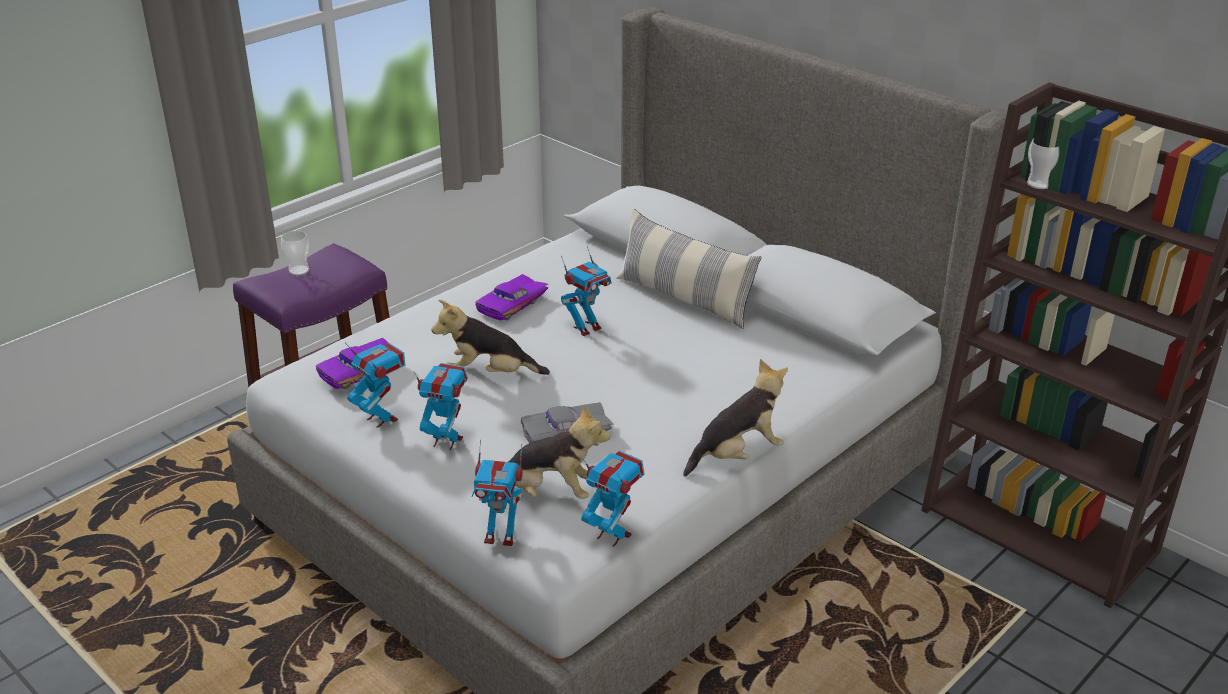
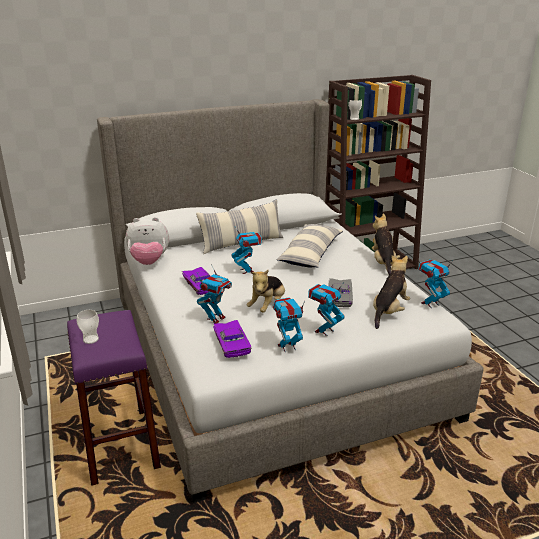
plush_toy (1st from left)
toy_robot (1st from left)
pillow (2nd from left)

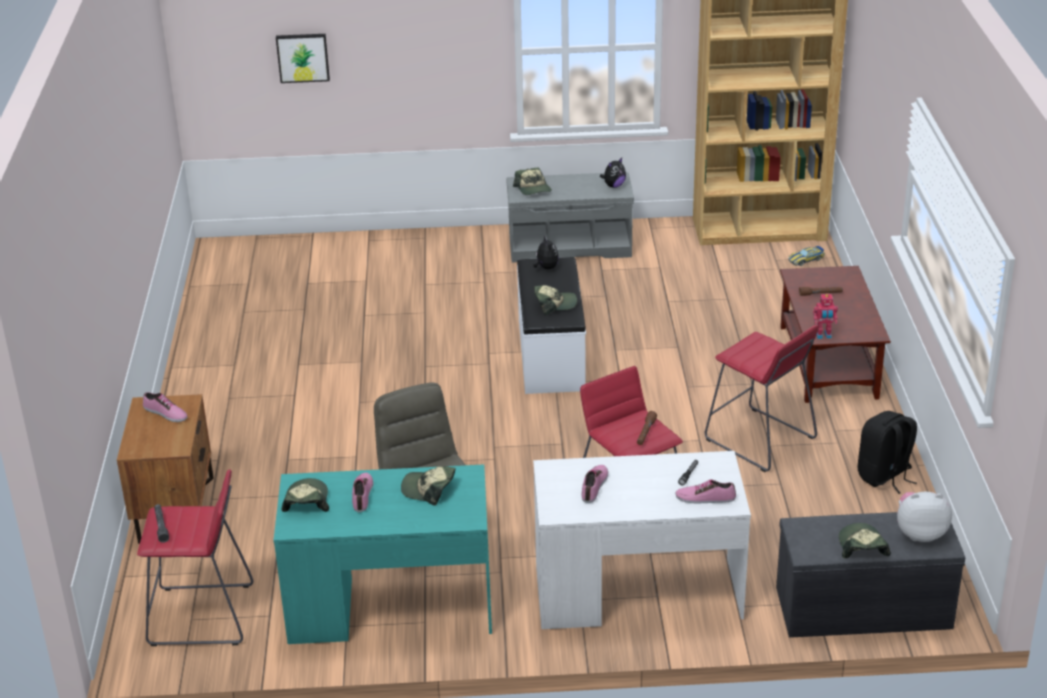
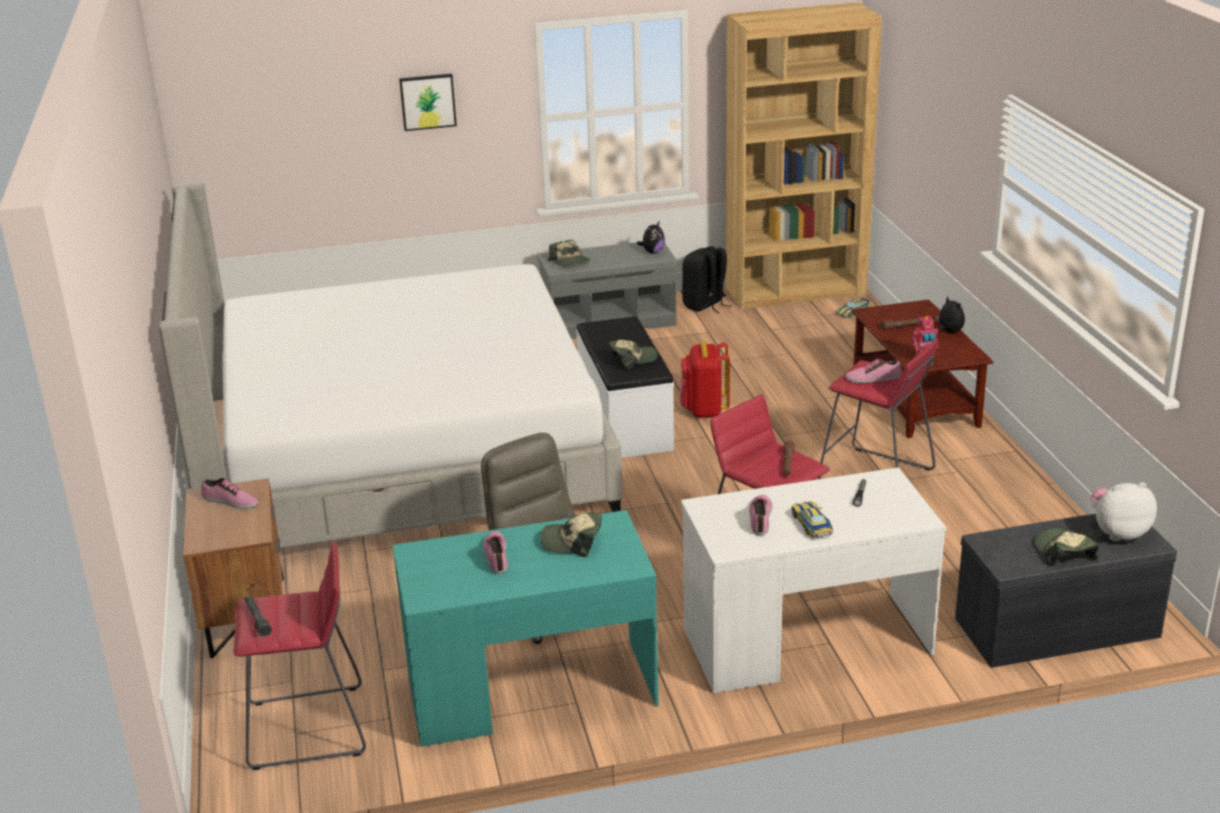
bed
picture
red_backpack
black_backpack
toy_car (1st from left)
shoe (4th from left)
plush_toy (2nd from left)
cap (1st from left in the first image)

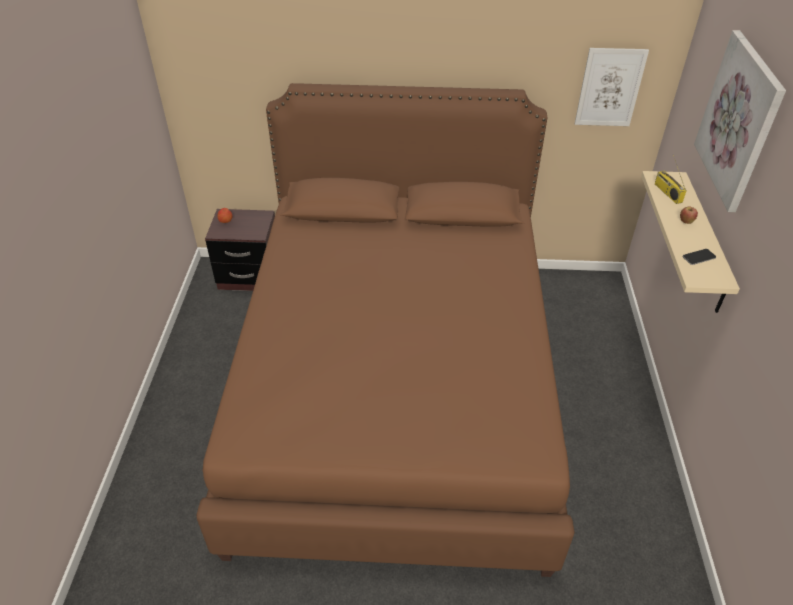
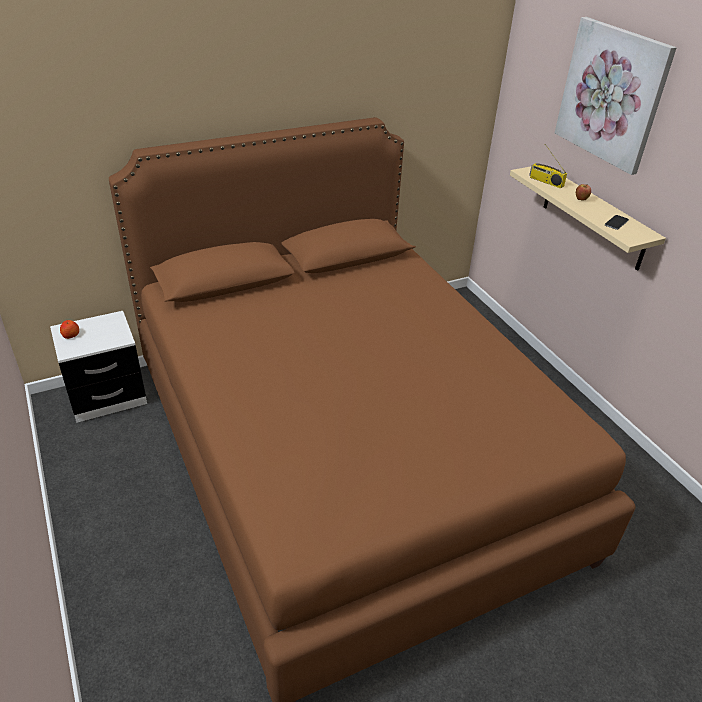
white_nightstand
picture (1st from left in the first image)

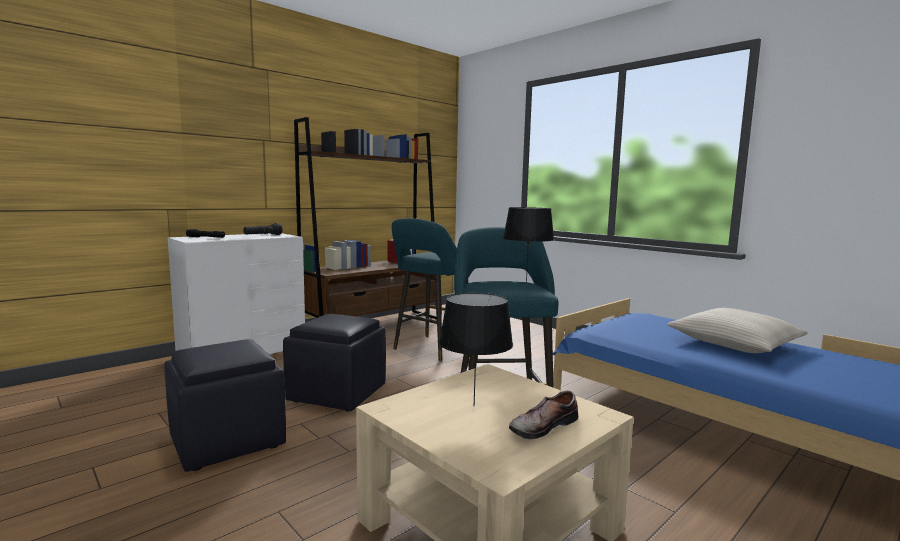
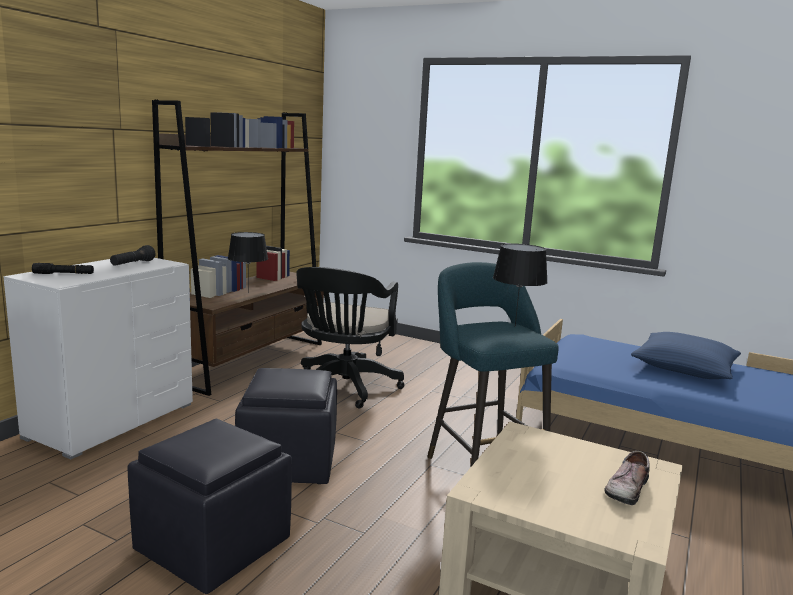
black_table_lamp (1st from left)
black_office_chair
blue_pillow

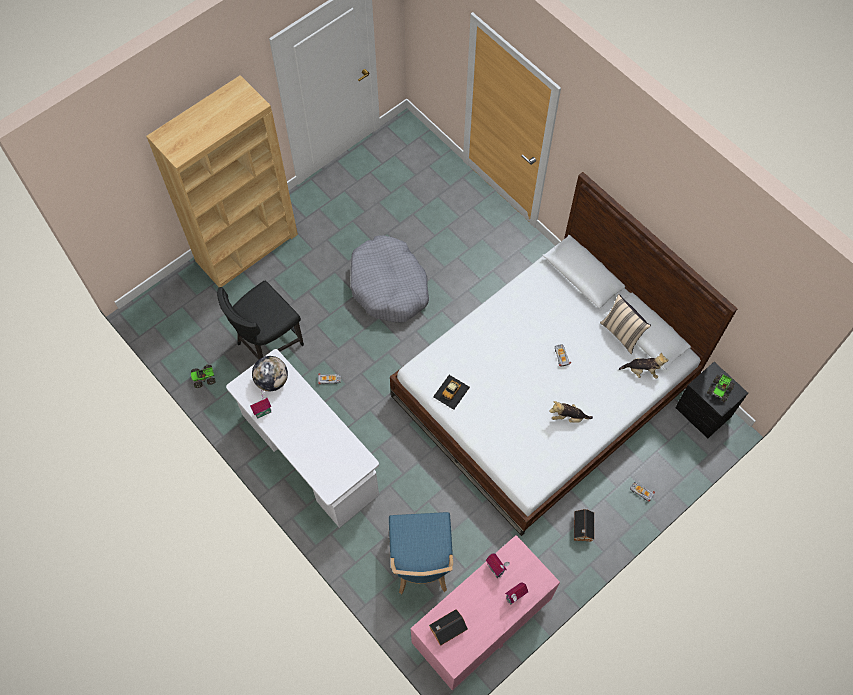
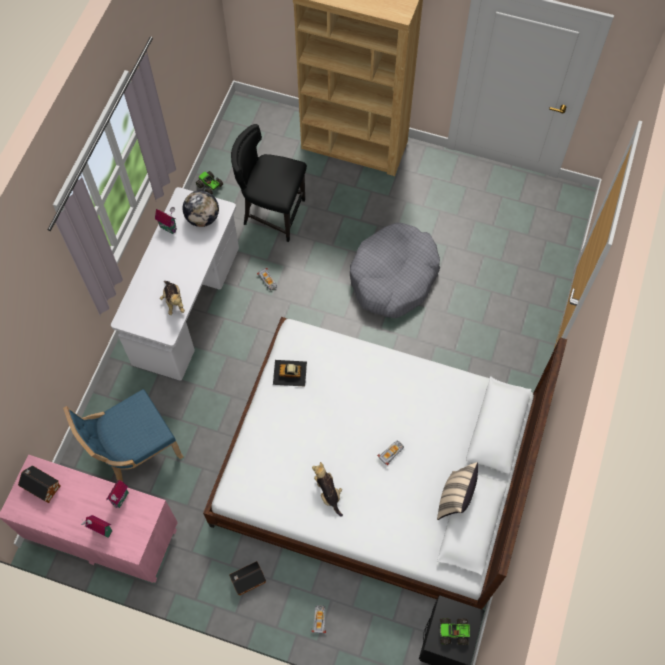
plush_toy (1st from left)

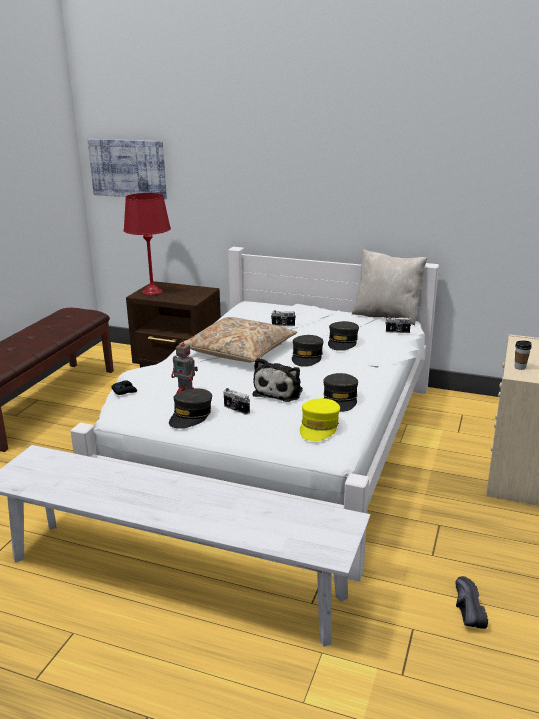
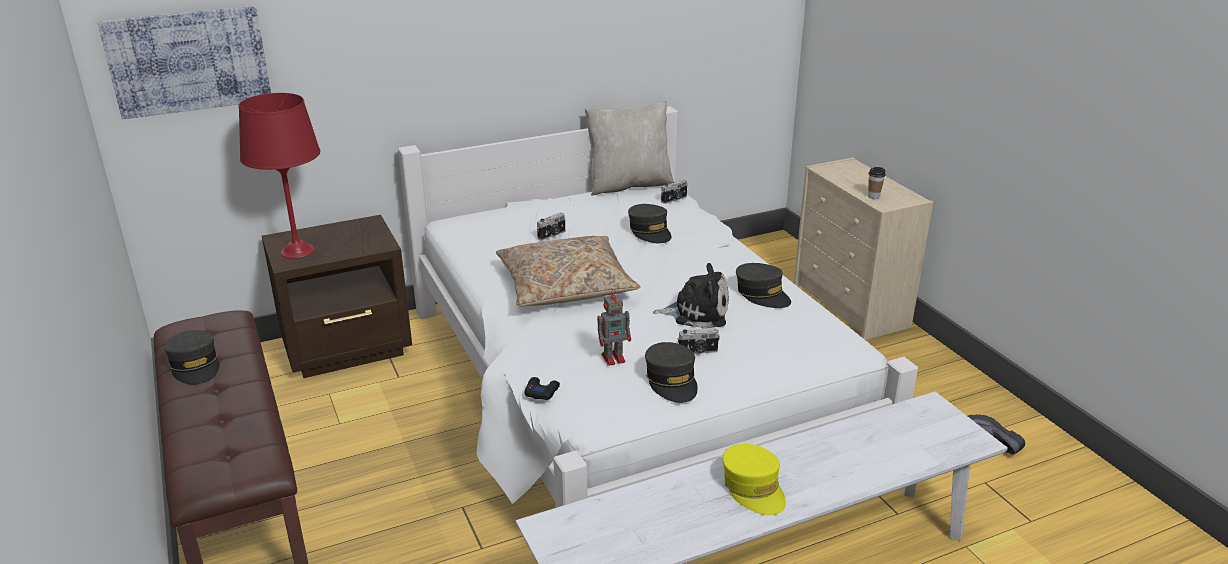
grey_cap (1st from left)
plush_toy
yellow_cap

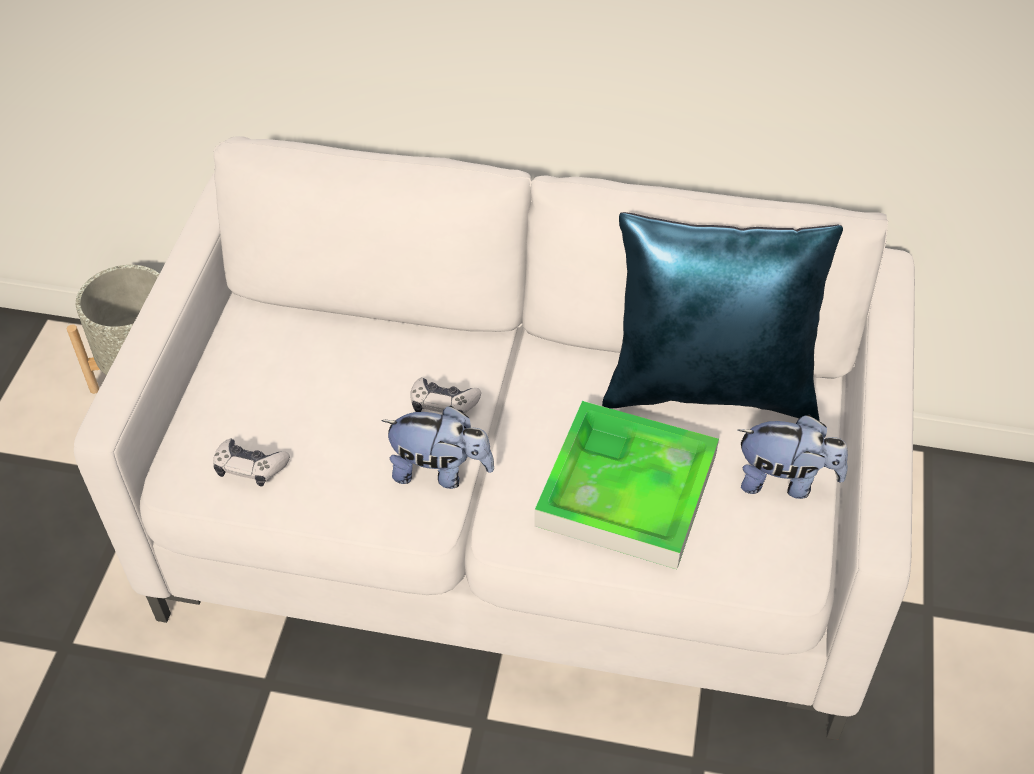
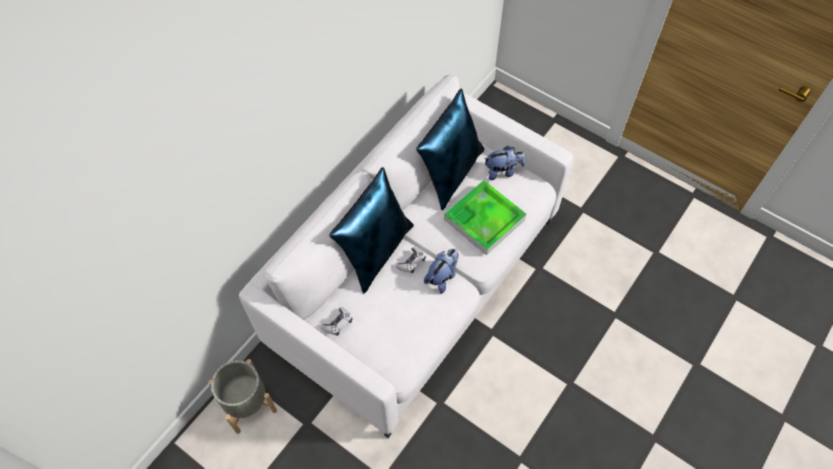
game_controller (1st from left)
blue_pillow (1st from left)
plush_toy (2nd from left)

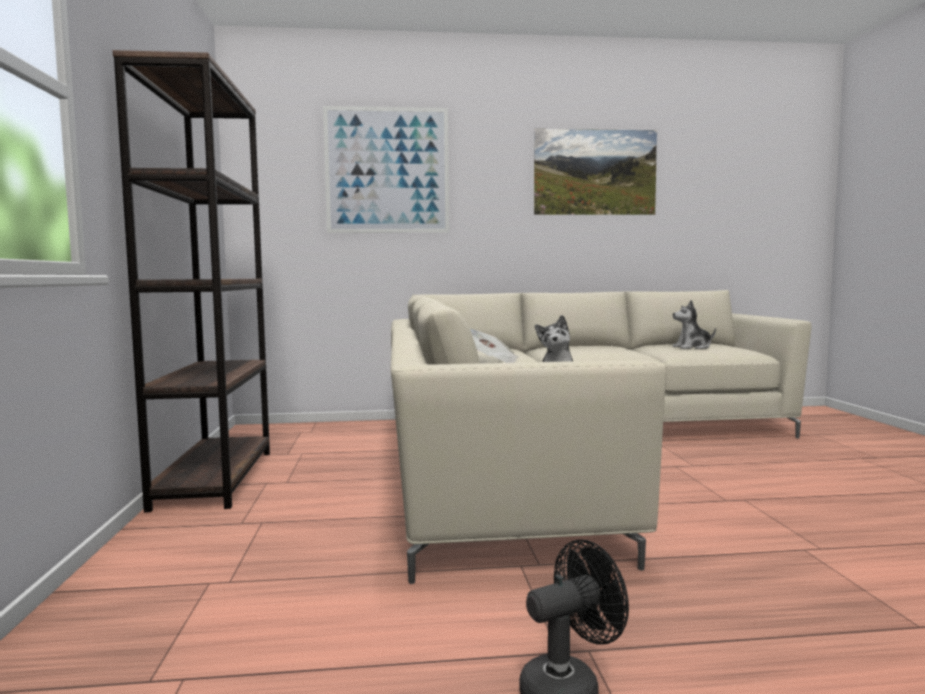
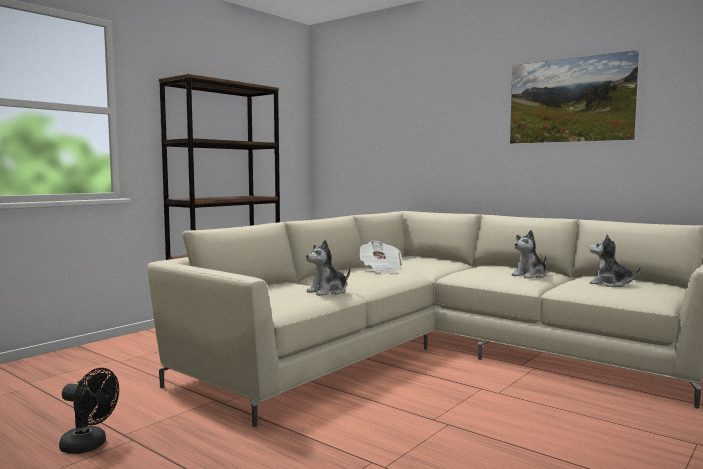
plush_toy (2nd from left)
picture (1st from left in the first image)

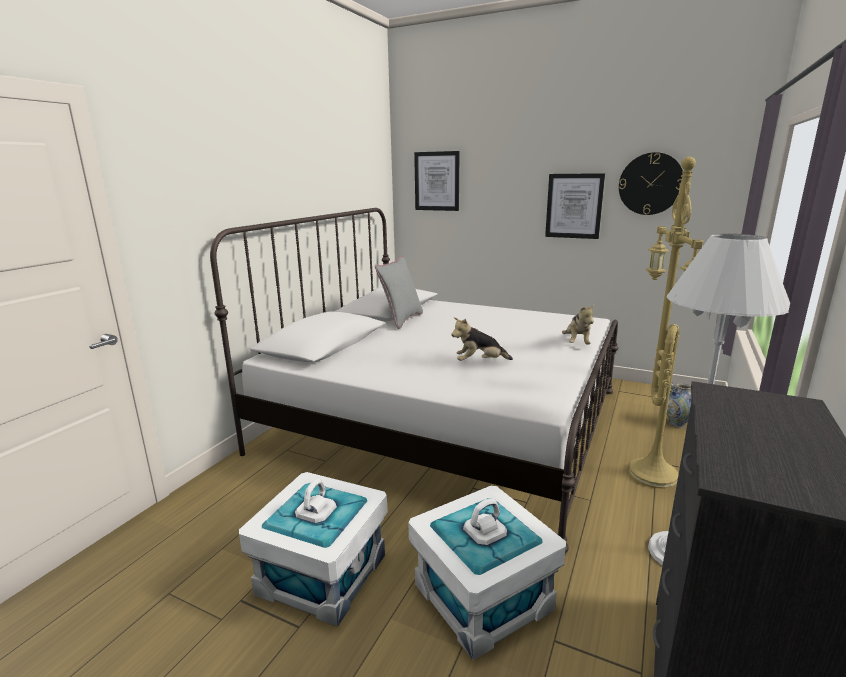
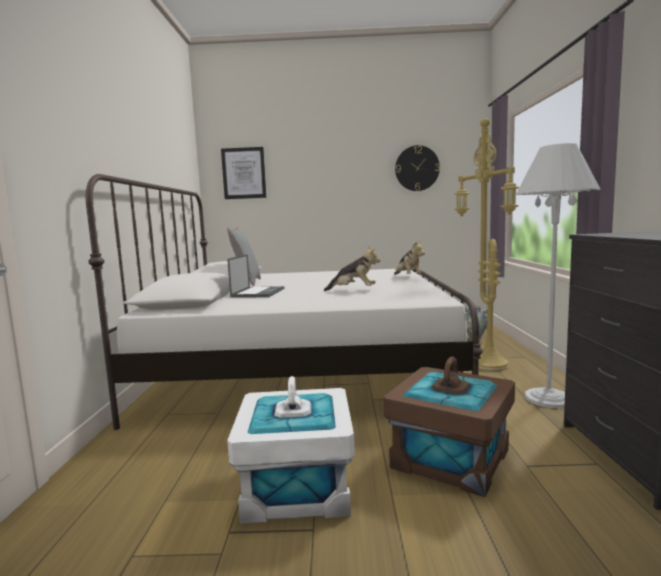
laptop
plush_toy (1st from left)
brown_storage_box
picture (2nd from left in the first image)

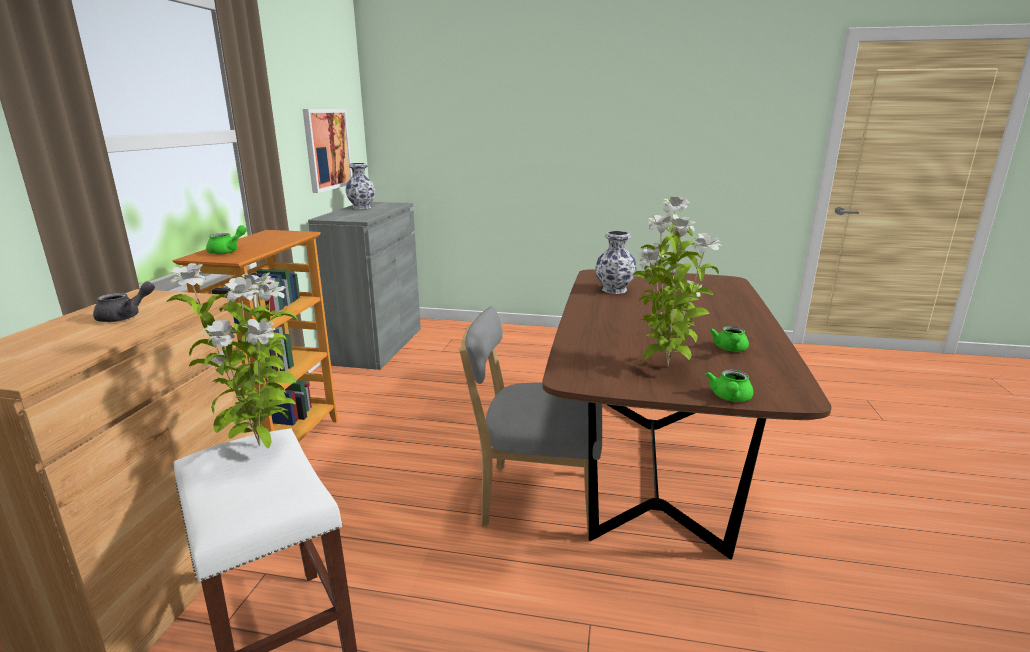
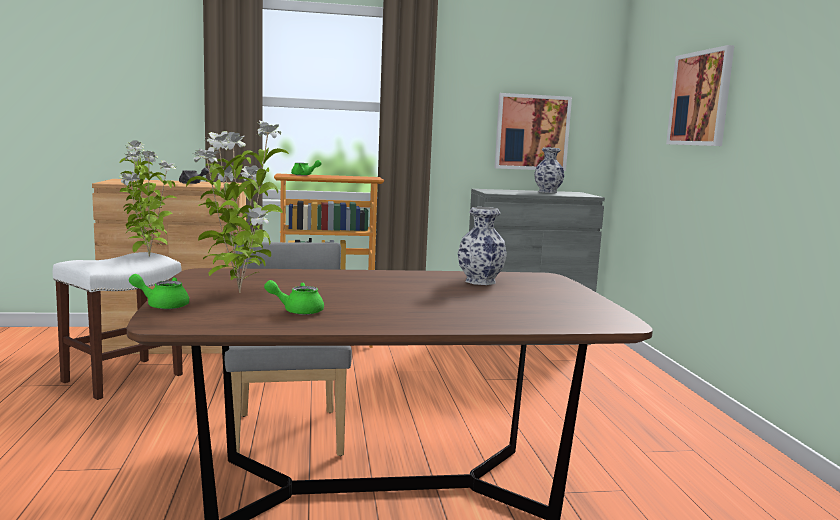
picture (2nd from left)

